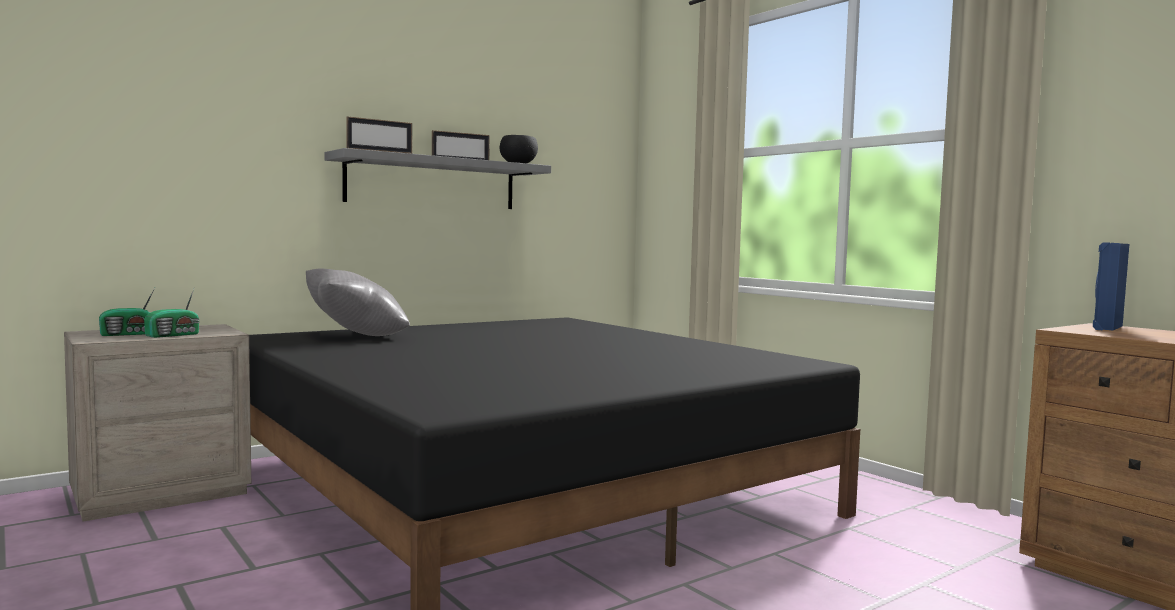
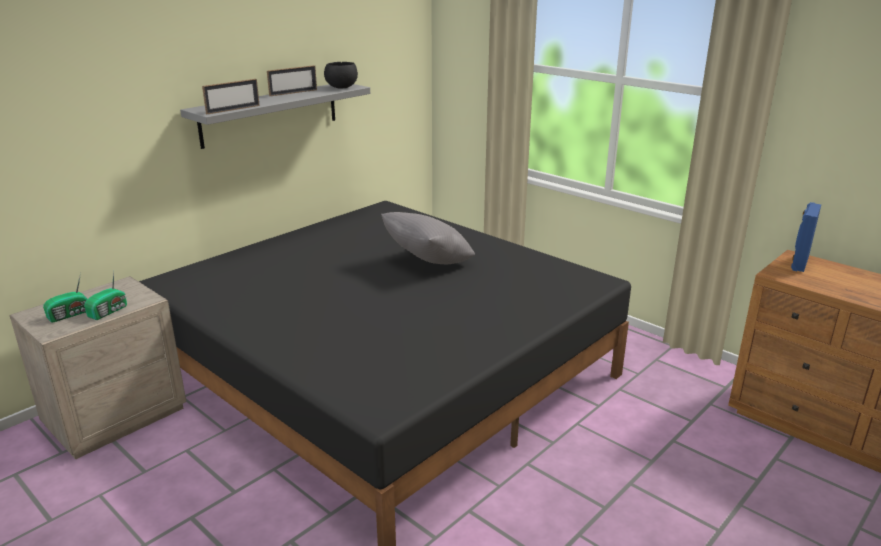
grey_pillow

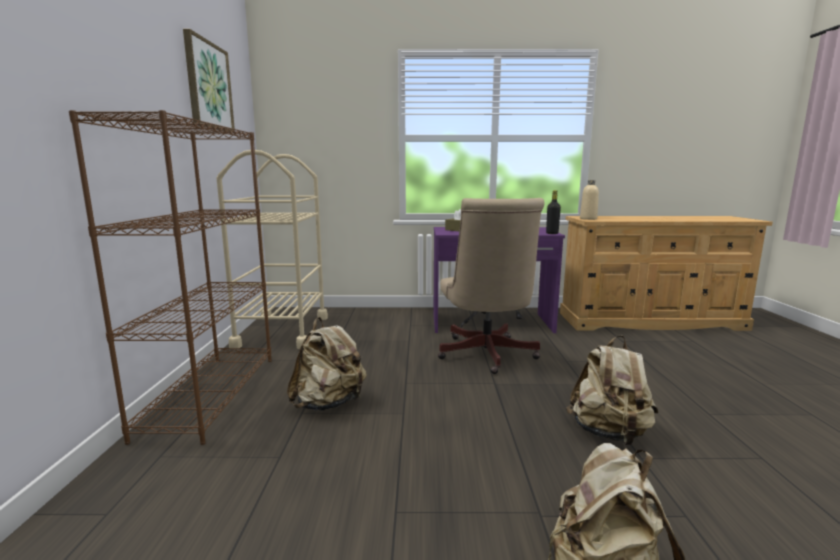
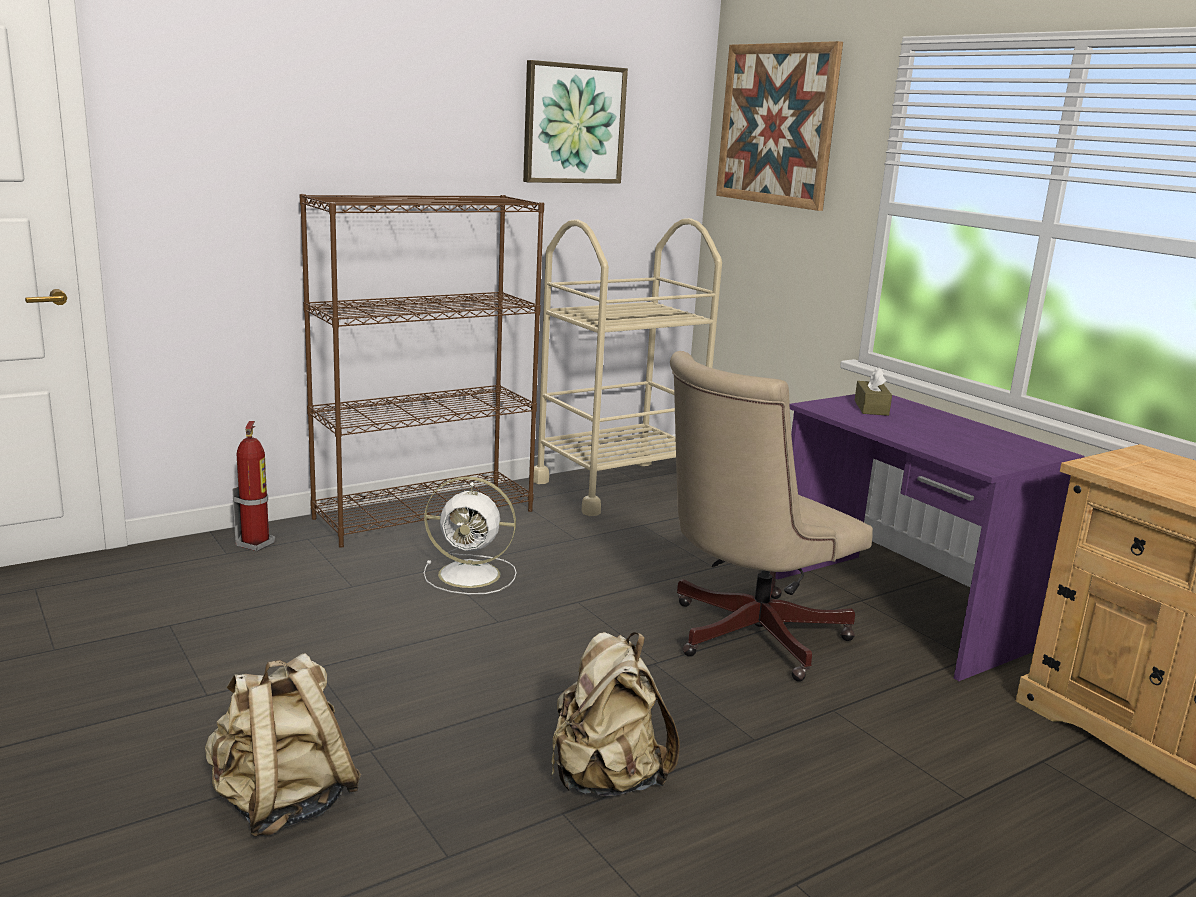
fire_extinguisher
white_fan
picture (2nd from left)
black_bottle
beige_bottle

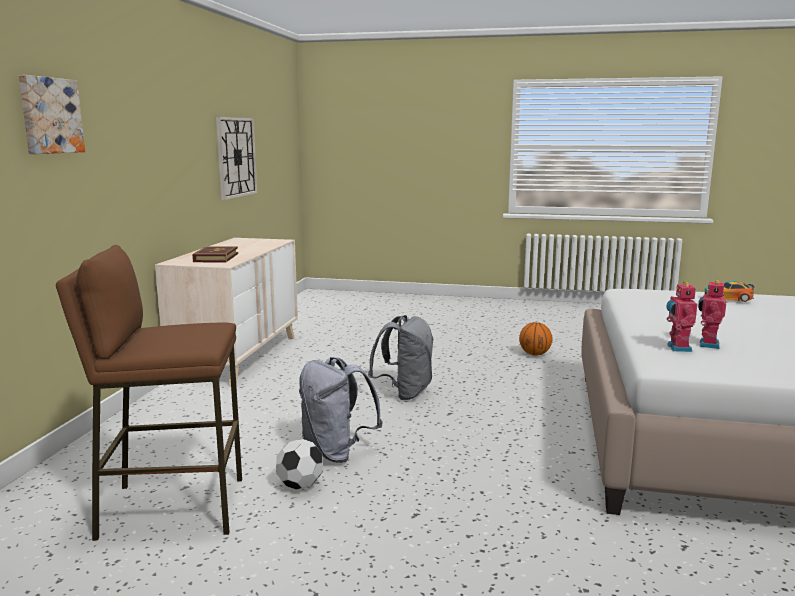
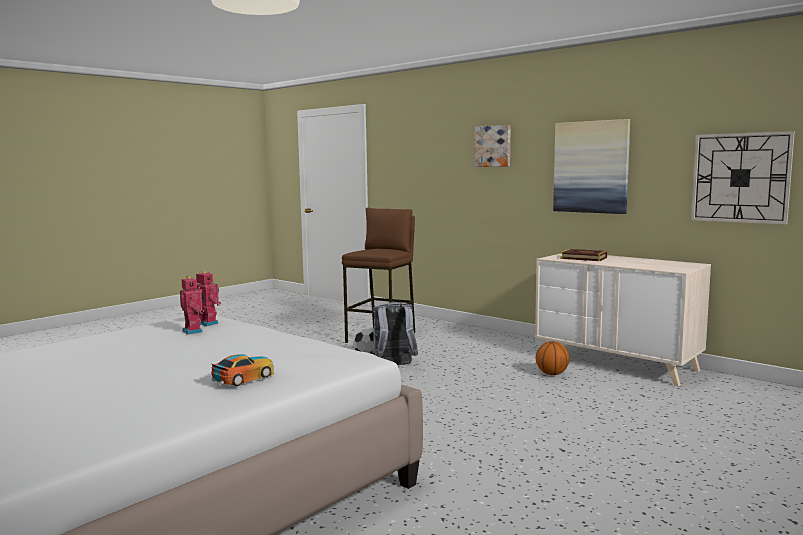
basketball
picture (2nd from left)
grey_backpack (2nd from left in the first image)

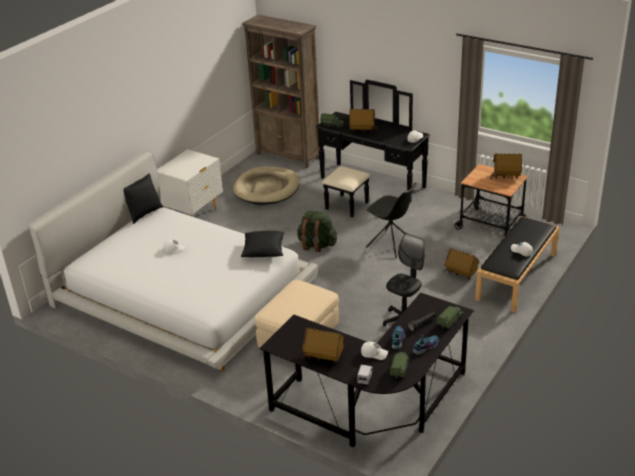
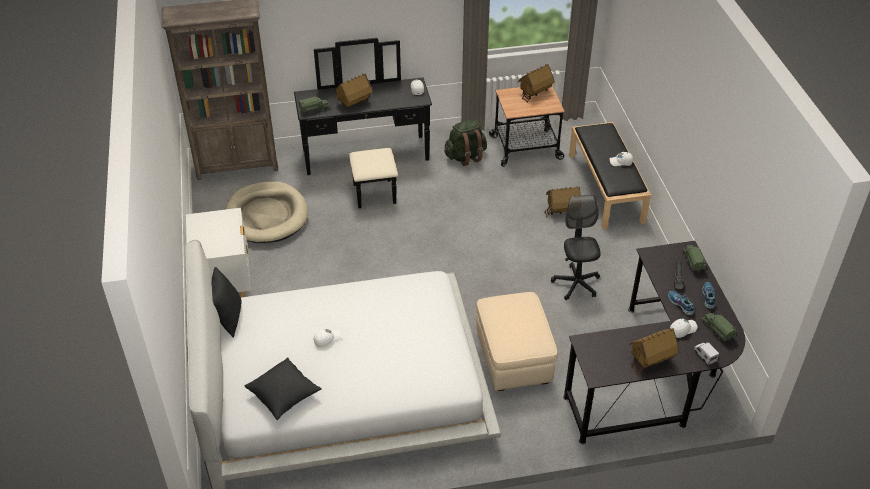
black_pillow (2nd from left)
green_backpack
black_chair

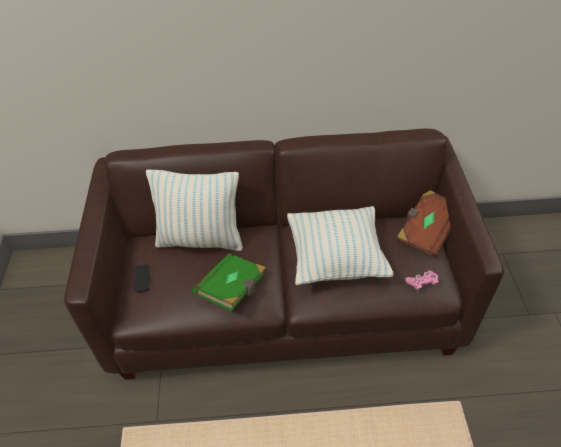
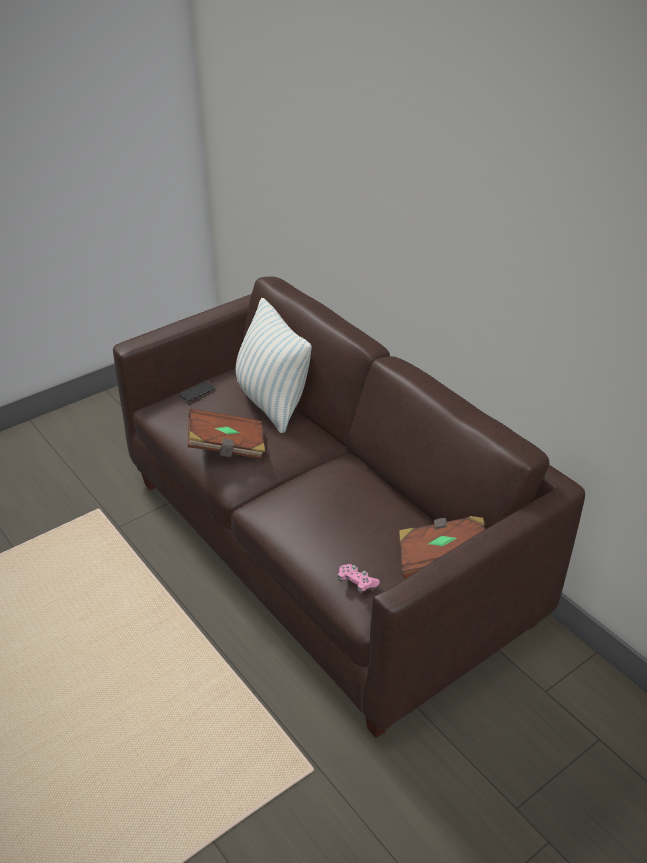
brown_book (1st from left)
pillow (2nd from left in the first image)

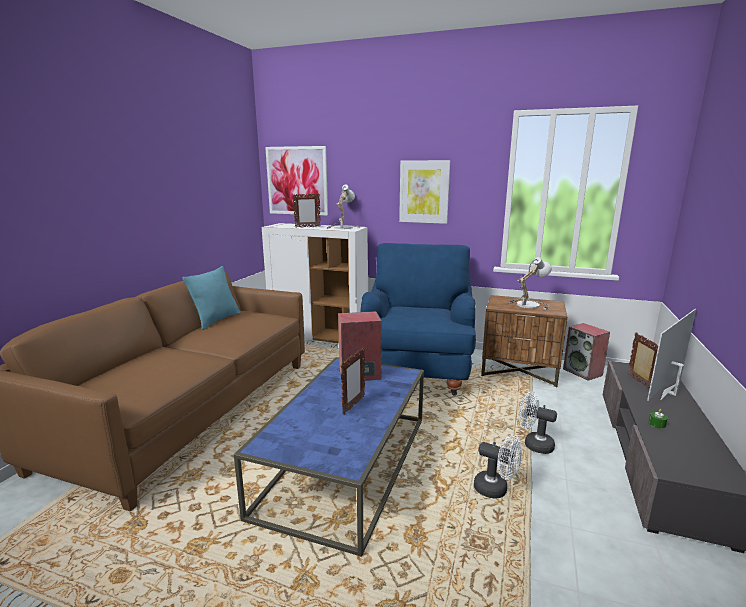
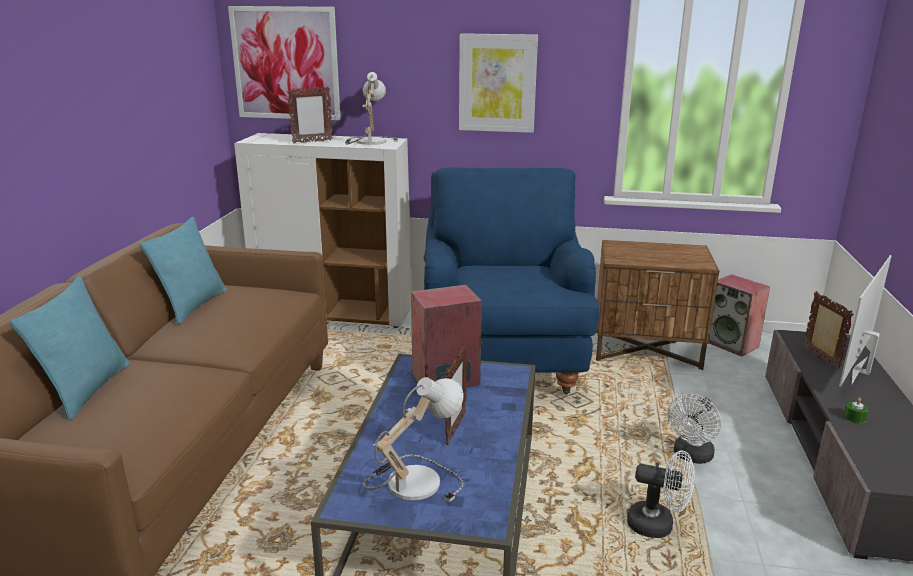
turquoise_pillow (1st from left)
table_lamp (2nd from left)
white_fan (2nd from left)

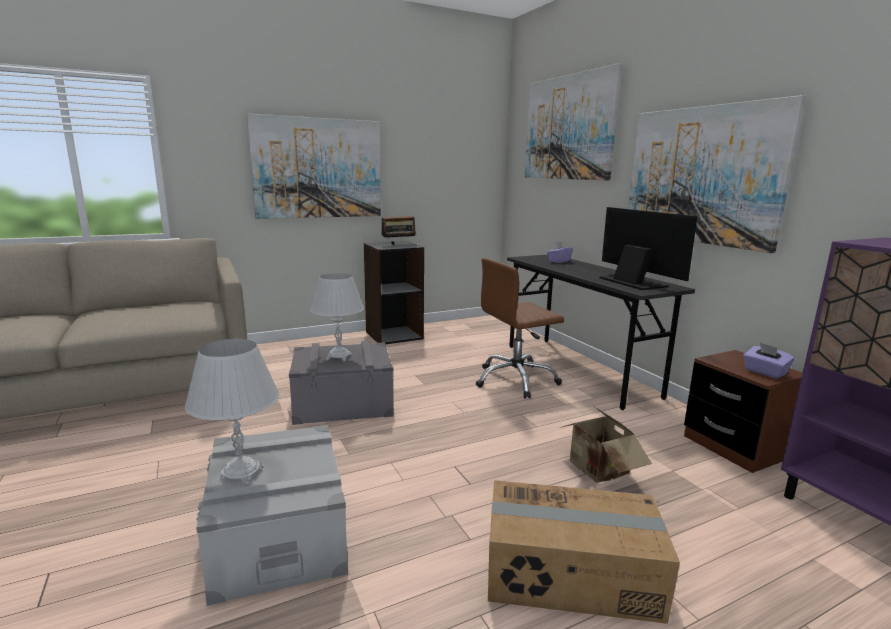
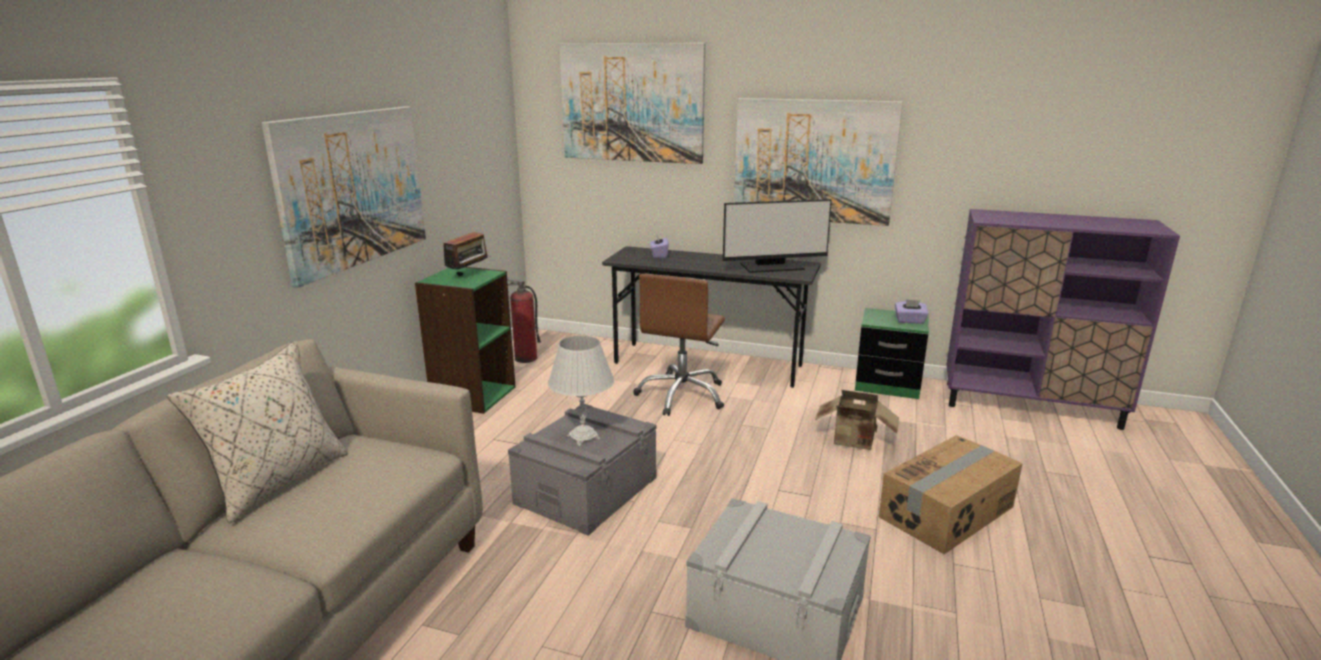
beige_pillow
green_bookcase
fire_extinguisher
monitor
green_nightstand
white_table_lamp (1st from left in the first image)

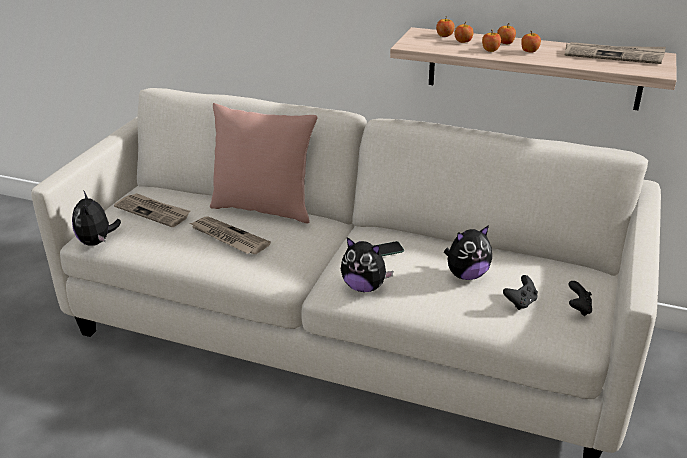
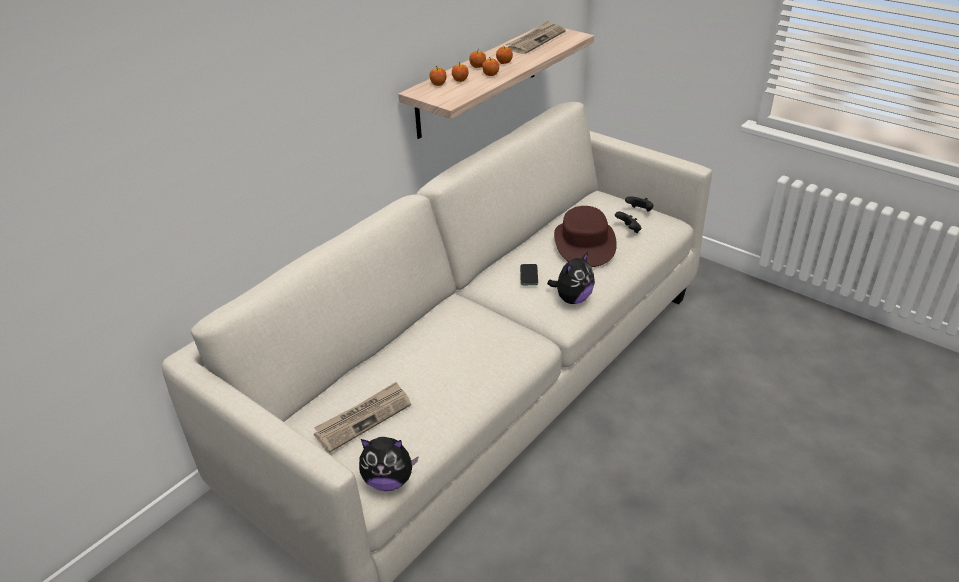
brown_hat
newspaper (2nd from left in the first image)
pink_pillow

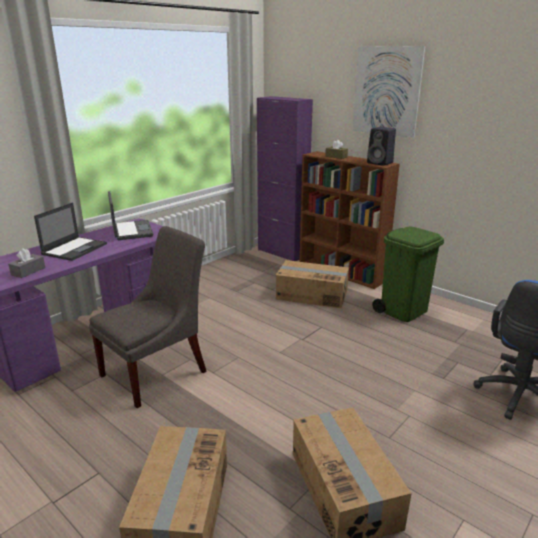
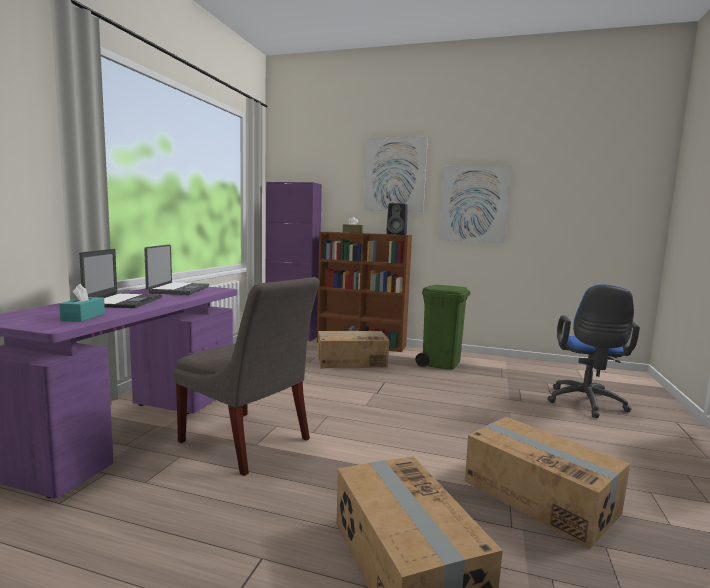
turquoise_tissue_box
laptop (2nd from left)
grey_chair
picture (2nd from left)

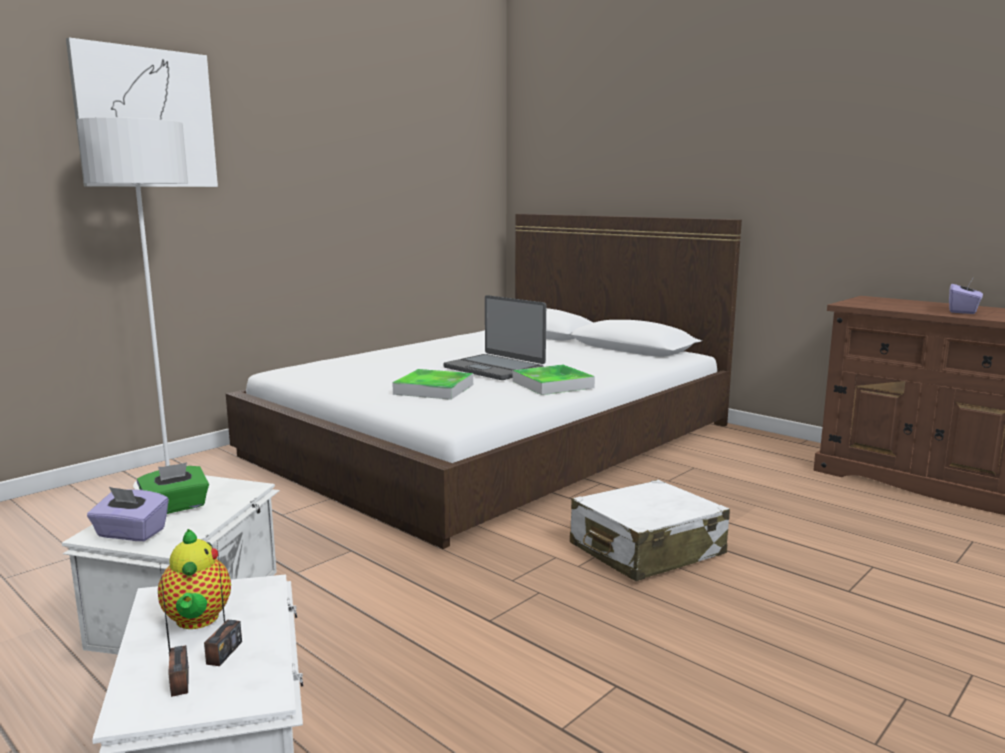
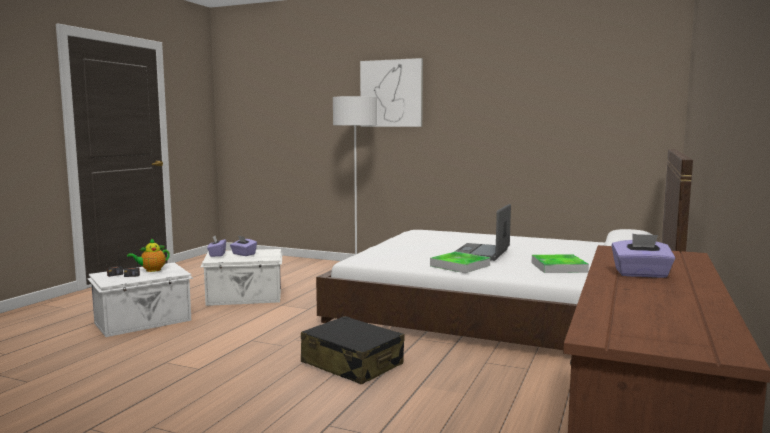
purple_tissue_box (2nd from left)
black_suitcase
tray (2nd from left)

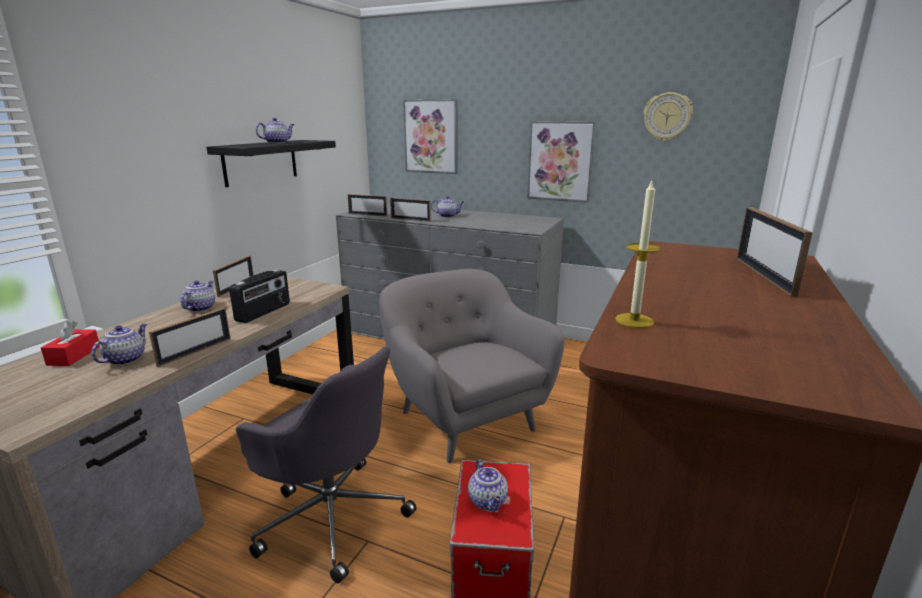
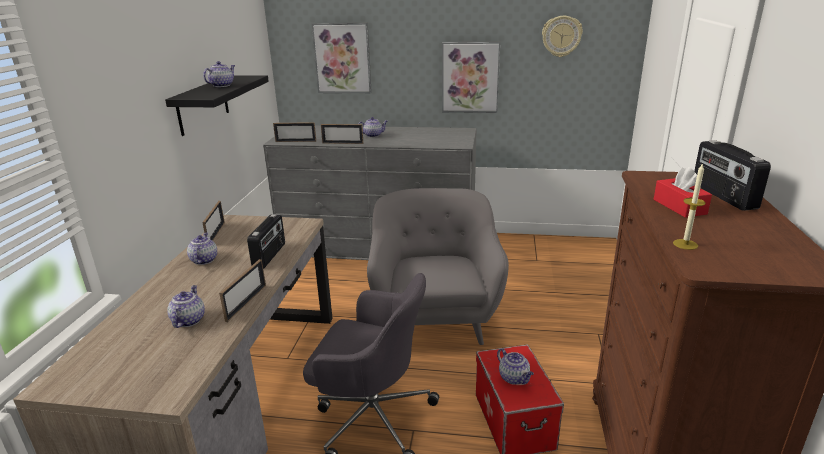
grey_armchair
red_tissue_box
radio (2nd from left)

